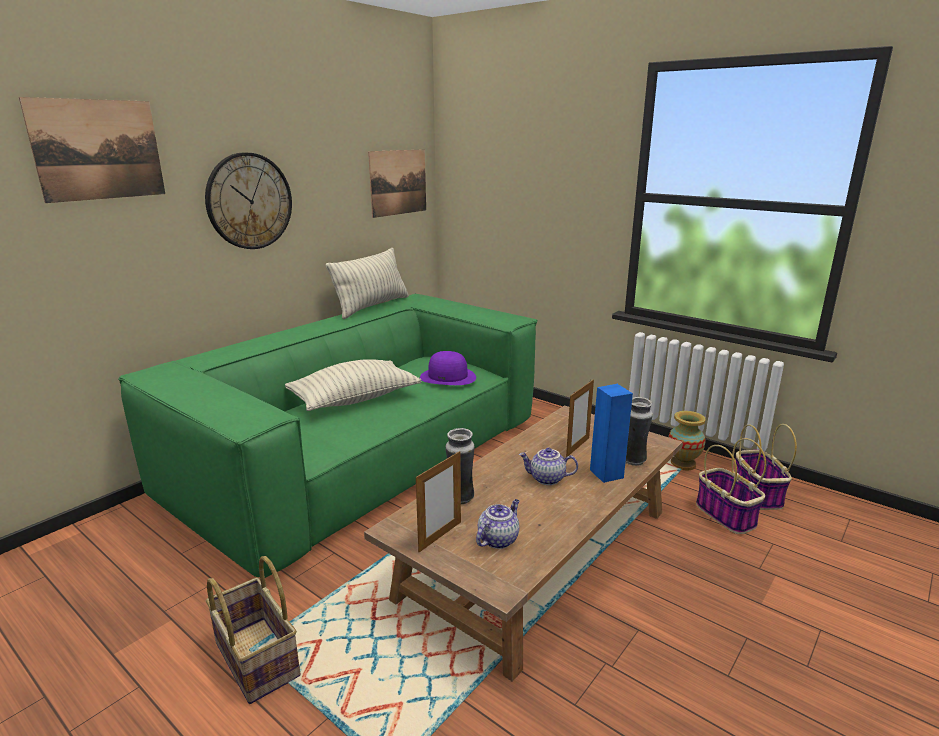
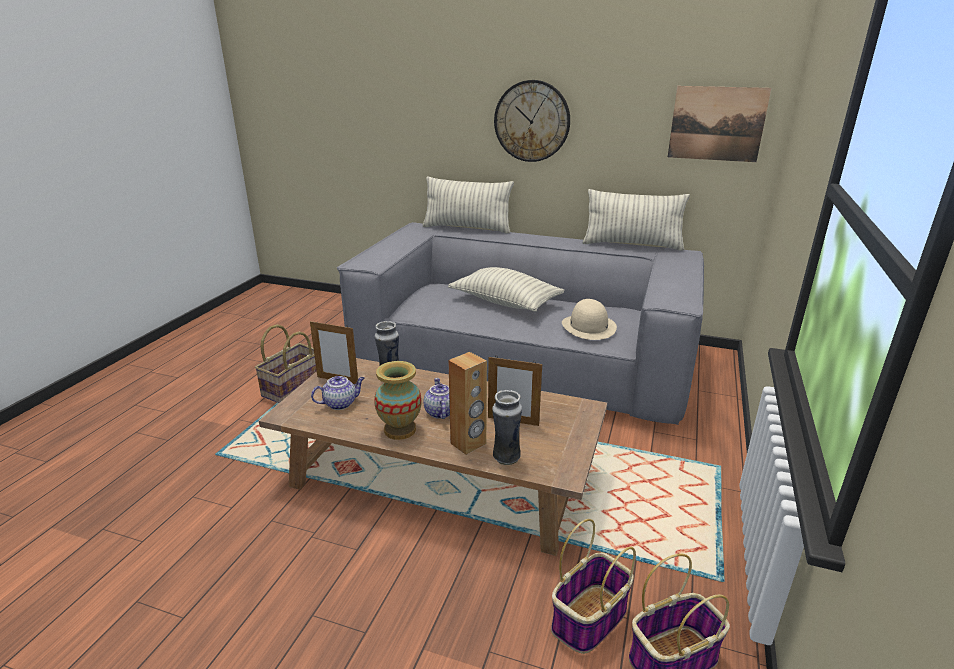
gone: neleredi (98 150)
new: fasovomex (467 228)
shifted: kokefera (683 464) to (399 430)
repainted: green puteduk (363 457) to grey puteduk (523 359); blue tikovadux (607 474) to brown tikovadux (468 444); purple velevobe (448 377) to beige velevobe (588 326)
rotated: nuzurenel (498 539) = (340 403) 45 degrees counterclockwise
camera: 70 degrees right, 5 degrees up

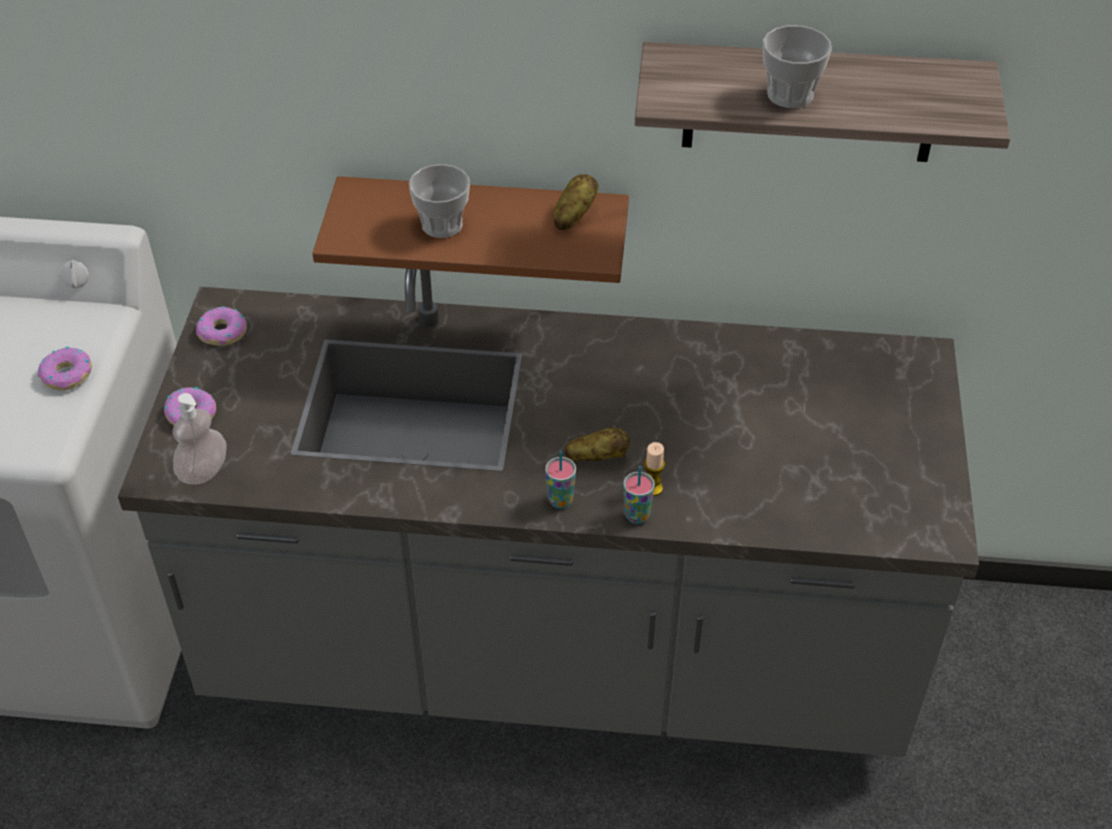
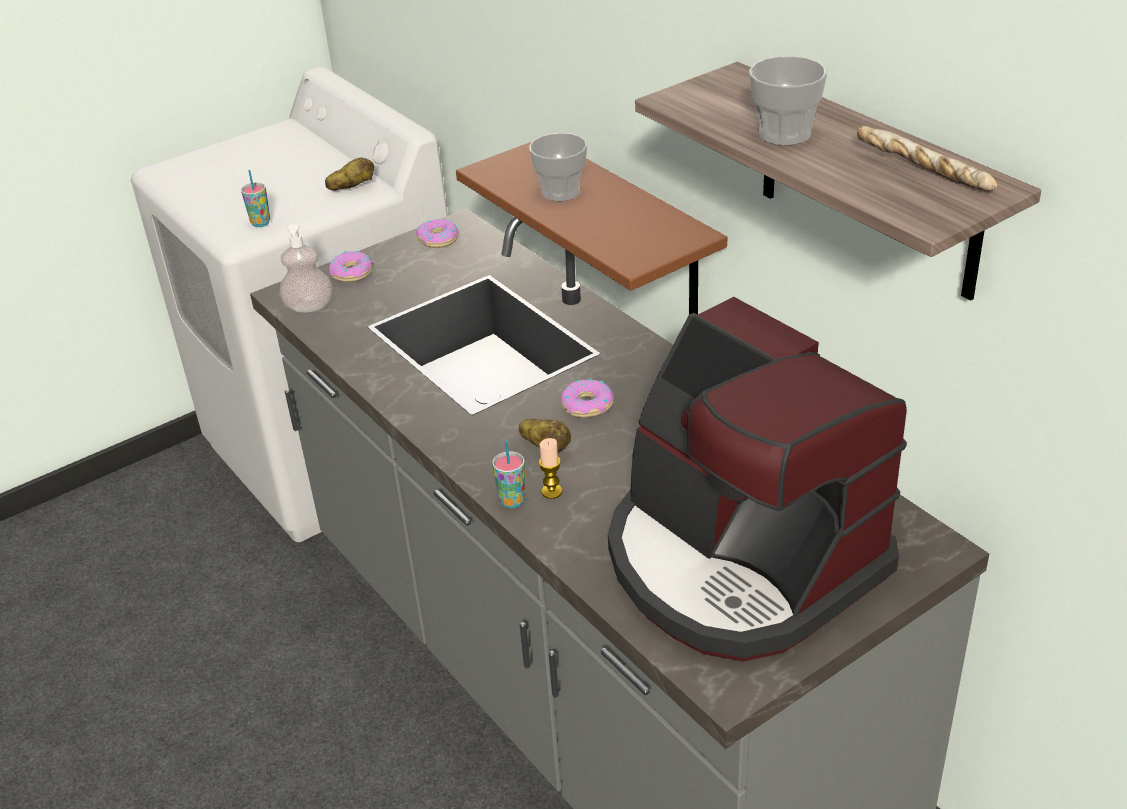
new: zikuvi (740 562); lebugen (923 173)
shifted: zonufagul (560 500) to (260 223); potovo (573 216) to (352 187); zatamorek (67 375) to (587 405)
camera: 50 degrees right, 10 degrees down

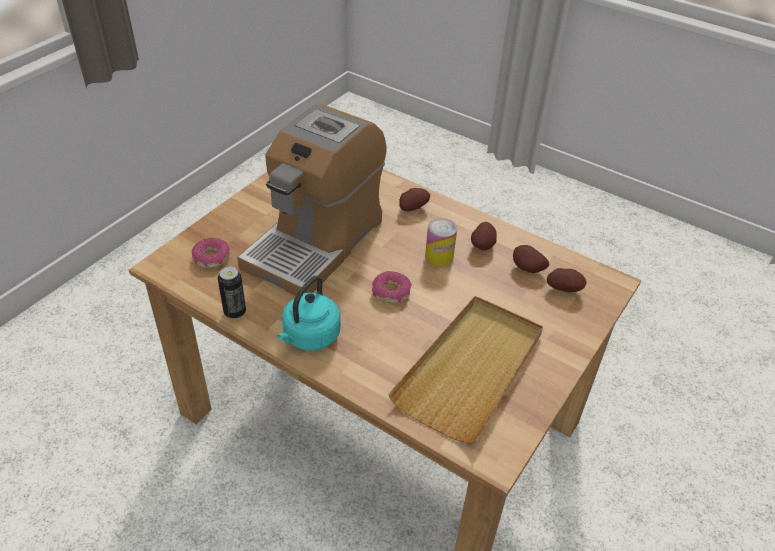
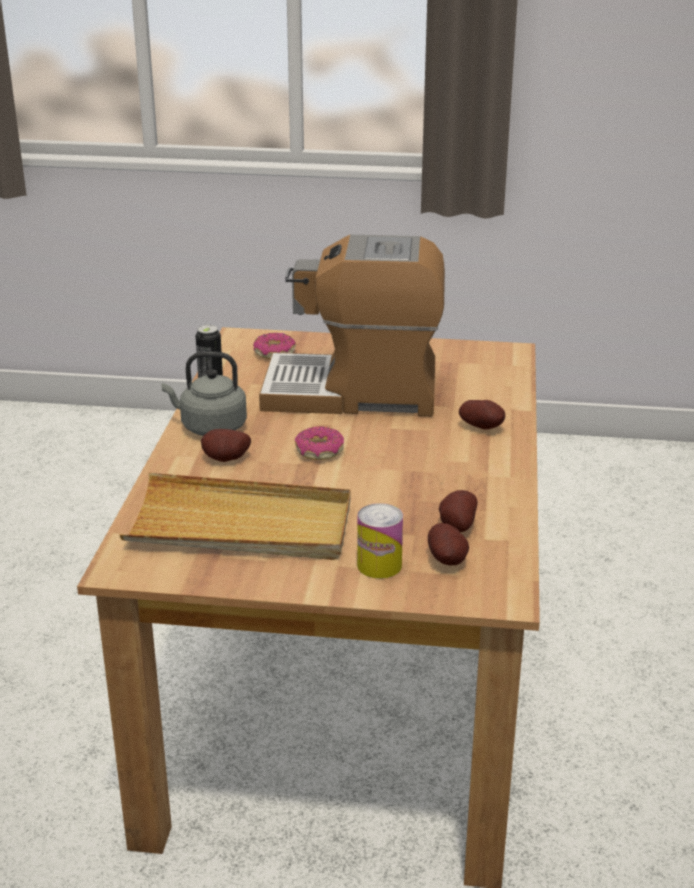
shifted: potovo (483 246) to (226 460); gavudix (439 256) to (379 565)
repainted: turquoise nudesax (309 337) to grey nudesax (210 427)
camera: 65 degrees right, 15 degrees down

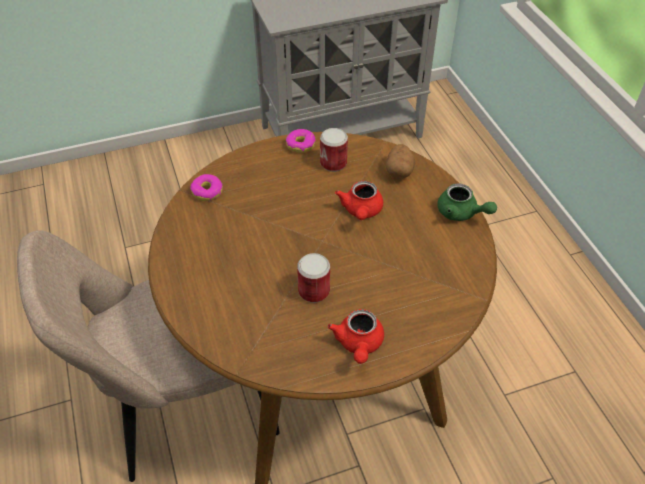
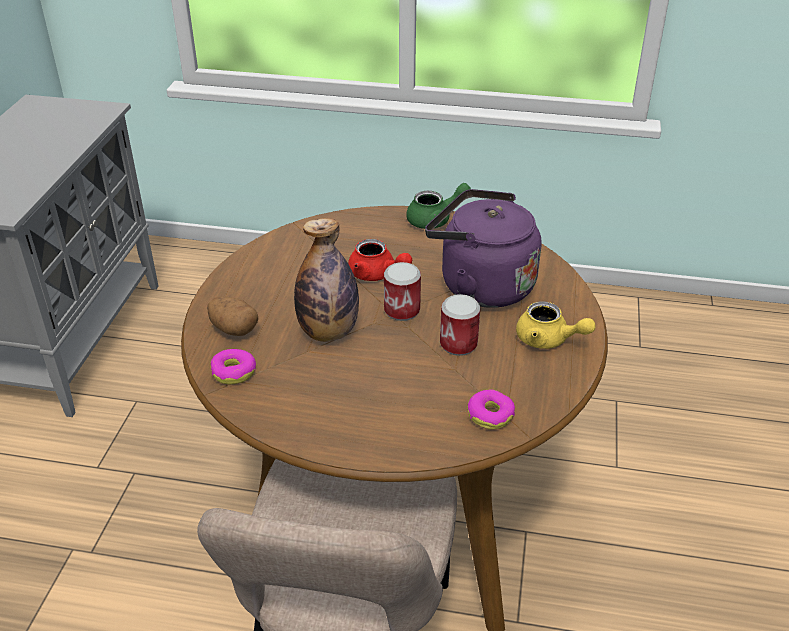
new: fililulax (328 332); purple nudesax (481 285)
shifted: potovo (399 171) to (234 329); gavudix (333 163) to (402 310); zatamorek (301 145) to (490 415)
repainted: red nuzurenel (358 344) to yellow nuzurenel (548 340)
camera: 60 degrees left, 10 degrees down

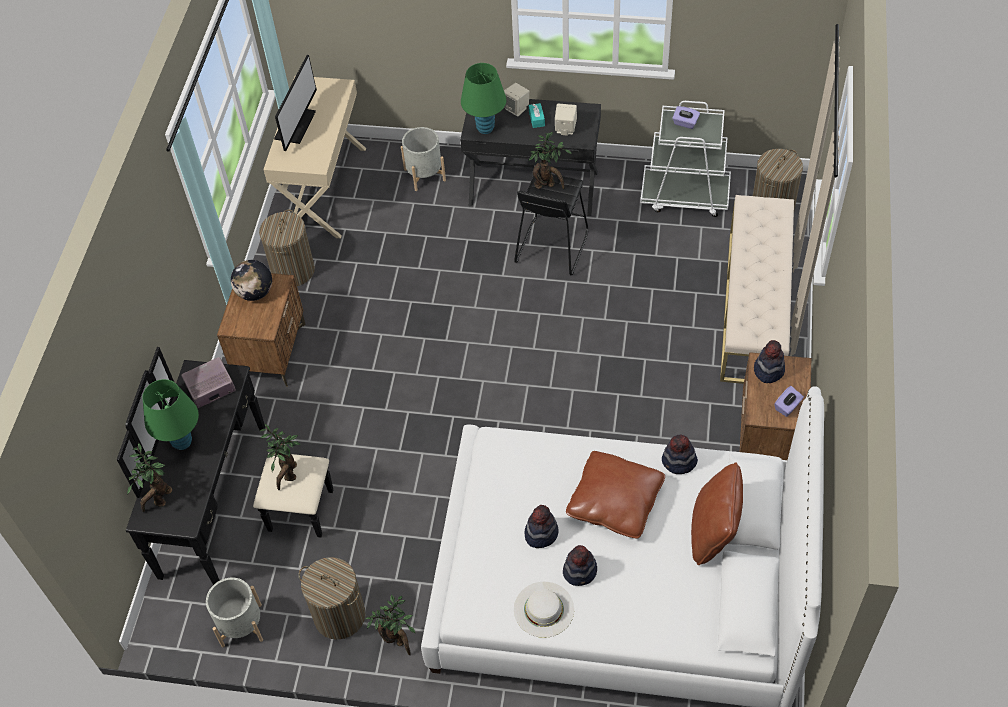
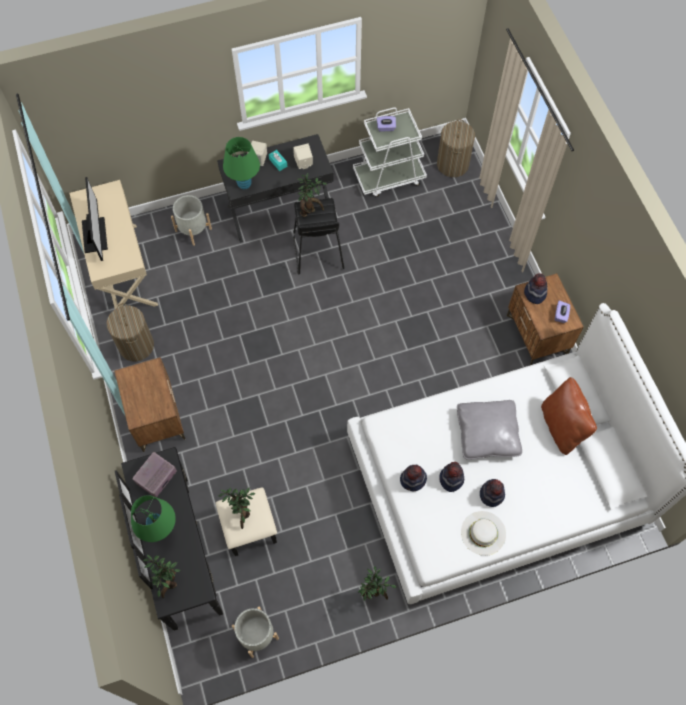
gone: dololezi (255 292); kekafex (339 615); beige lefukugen (754 307)
shifted: velevobe (679 462) to (413 480)
repainted: brown fasovomex (614 502) to grey fasovomex (487 433)
camera: 30 degrees left, 10 degrees up

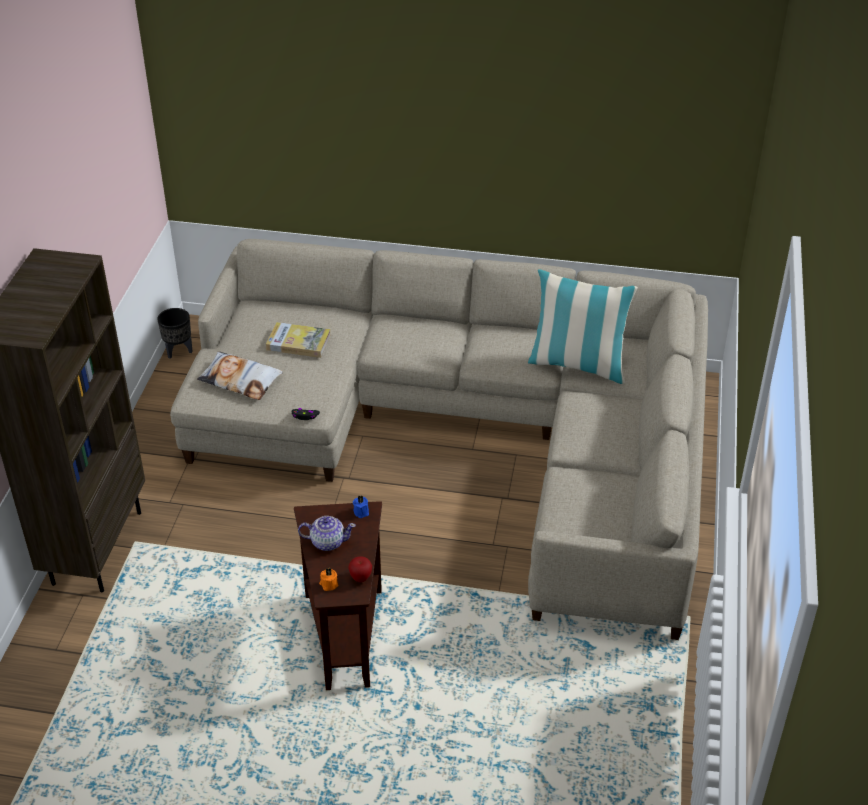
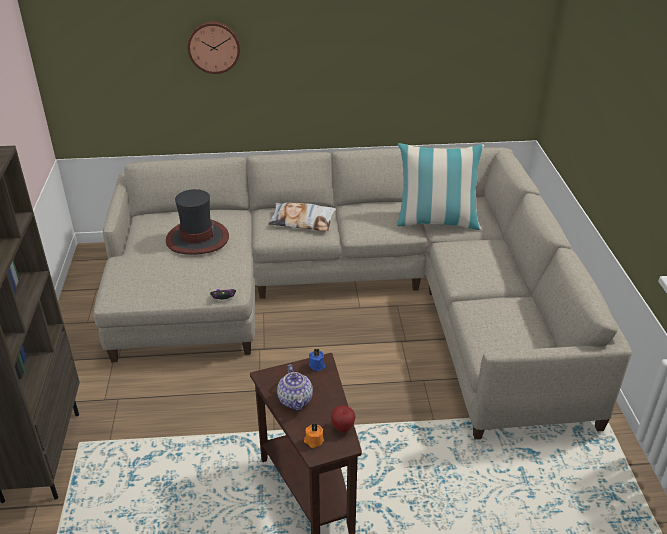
gone: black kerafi (179 351)
new: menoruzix (214 46)
shifted: fasovomex (240 380) to (302 221)
swapped: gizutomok (298 342) to velevobe (197 239)
rotated: nuzurenel (327 542) = (295 399) 90 degrees clockwise
camera: 15 degrees left, 5 degrees down

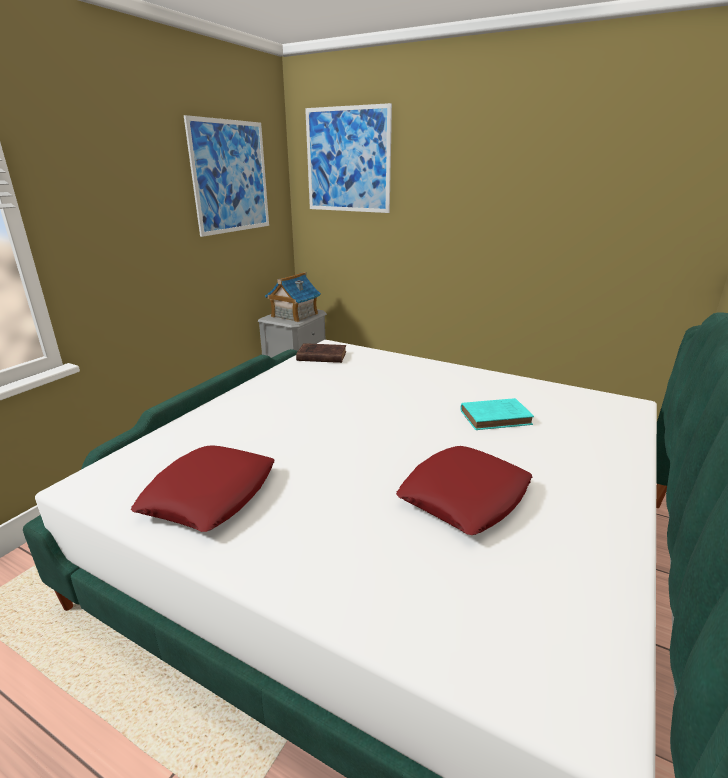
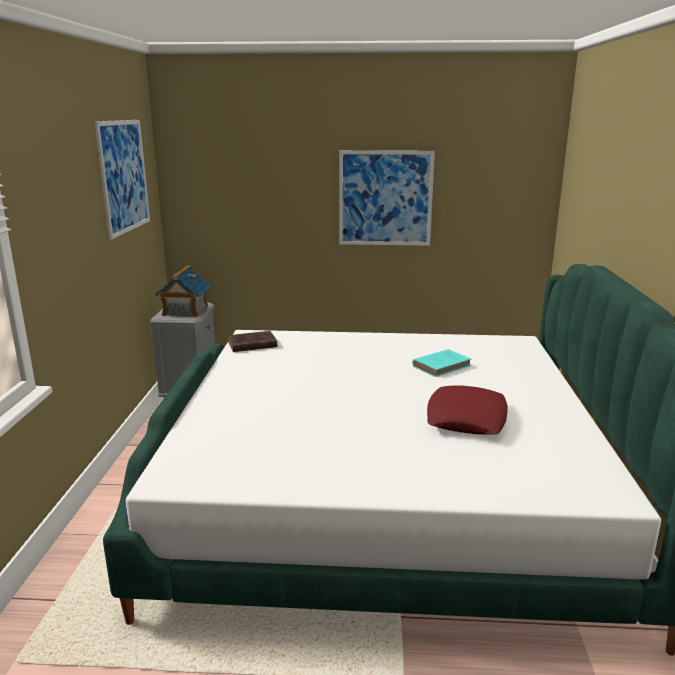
gone: red fasovomex (209 495)
shifted: neleredi (348 160) to (385 198)
camera: 25 degrees left, 5 degrees down

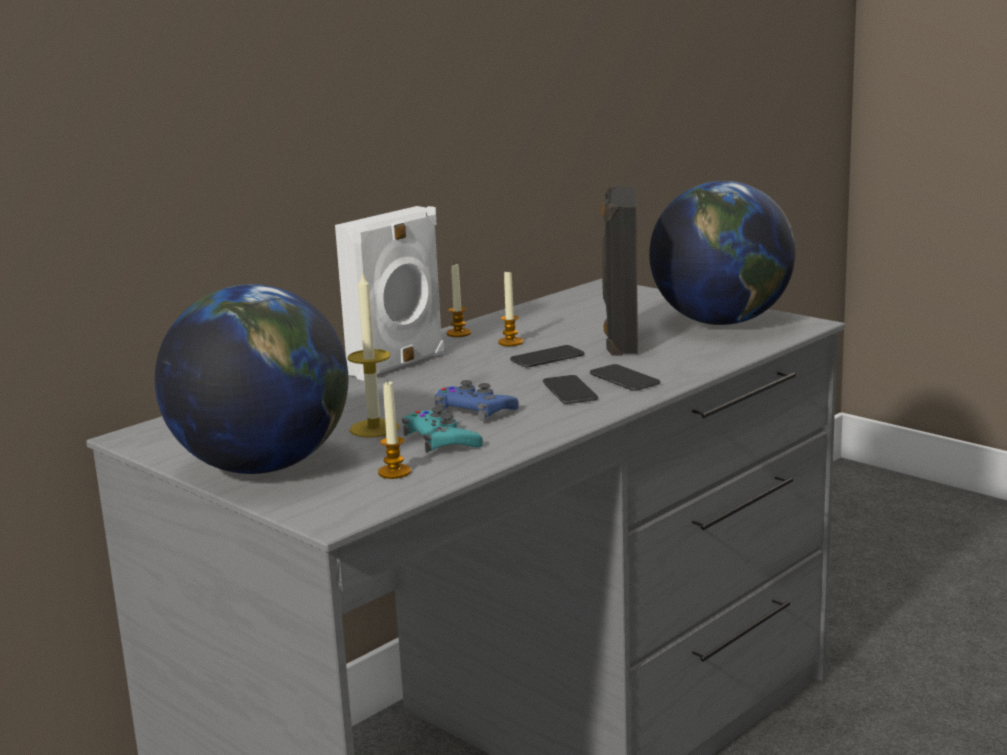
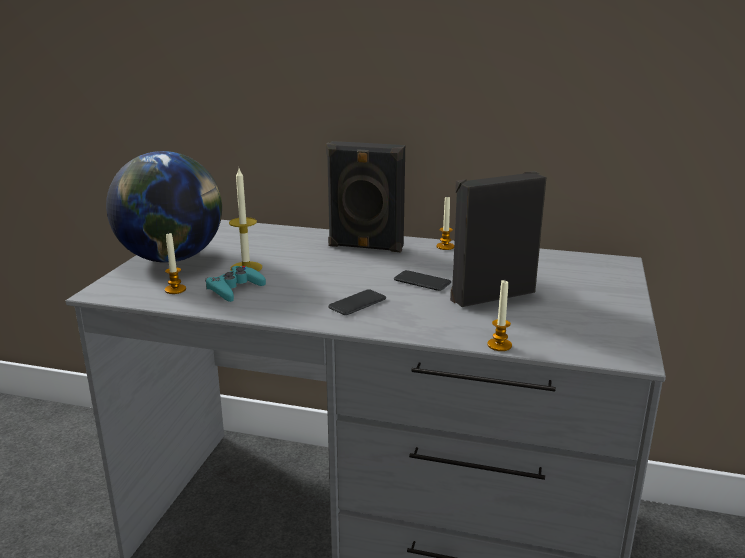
gone: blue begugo (474 411); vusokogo (624 379); dololezi (722 322)
shifted: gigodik (510 342) to (499 345)
repainted: white tikovadux (399 365) to black tikovadux (365 247)
camera: 60 degrees right, 5 degrees up

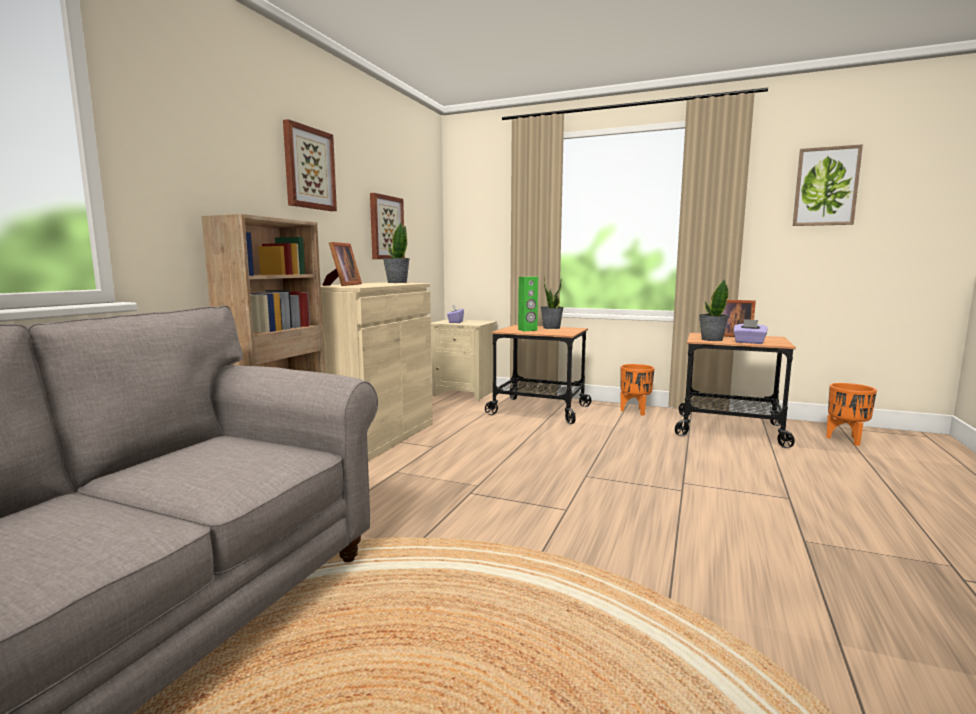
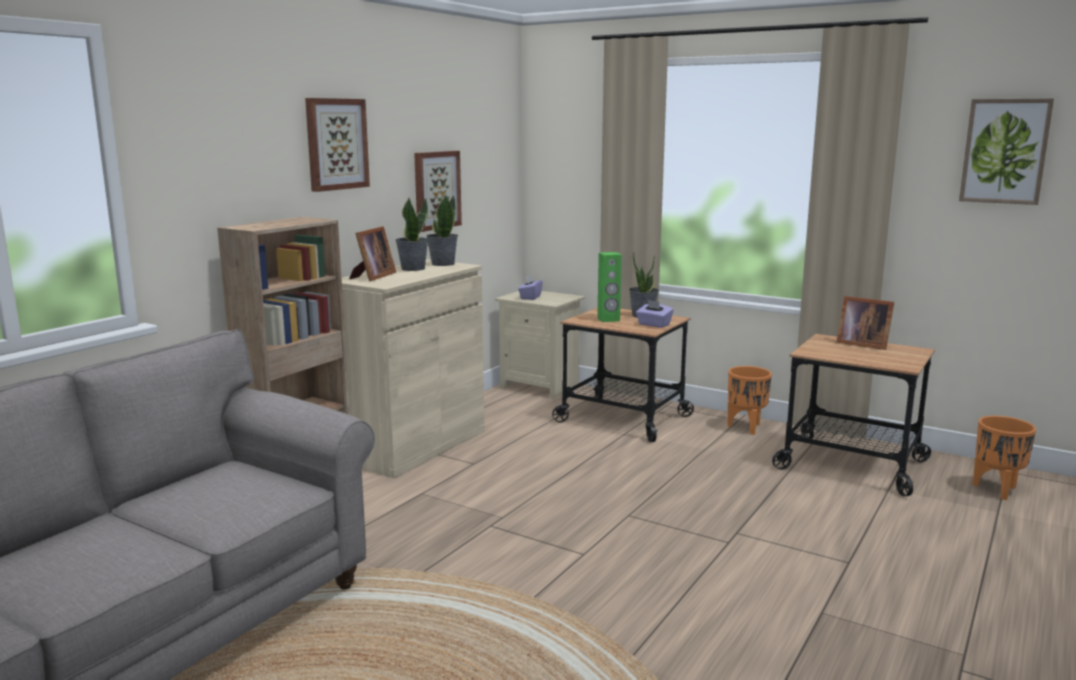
shifted: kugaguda (711 339) to (412 268); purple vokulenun (749 342) to (654 325)
camera: 10 degrees right, 5 degrees up

